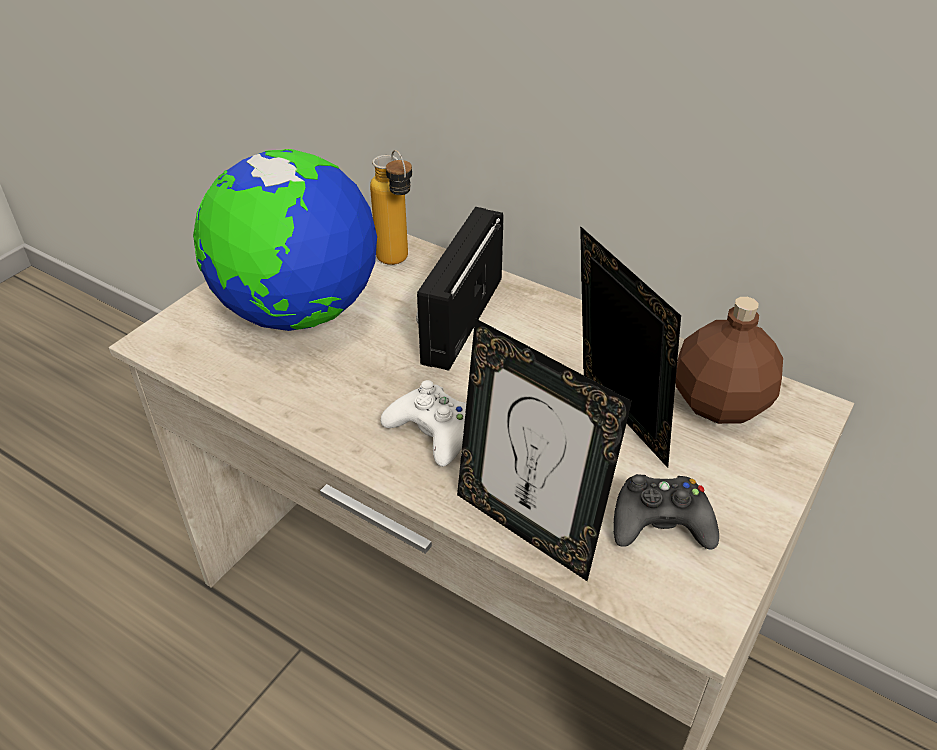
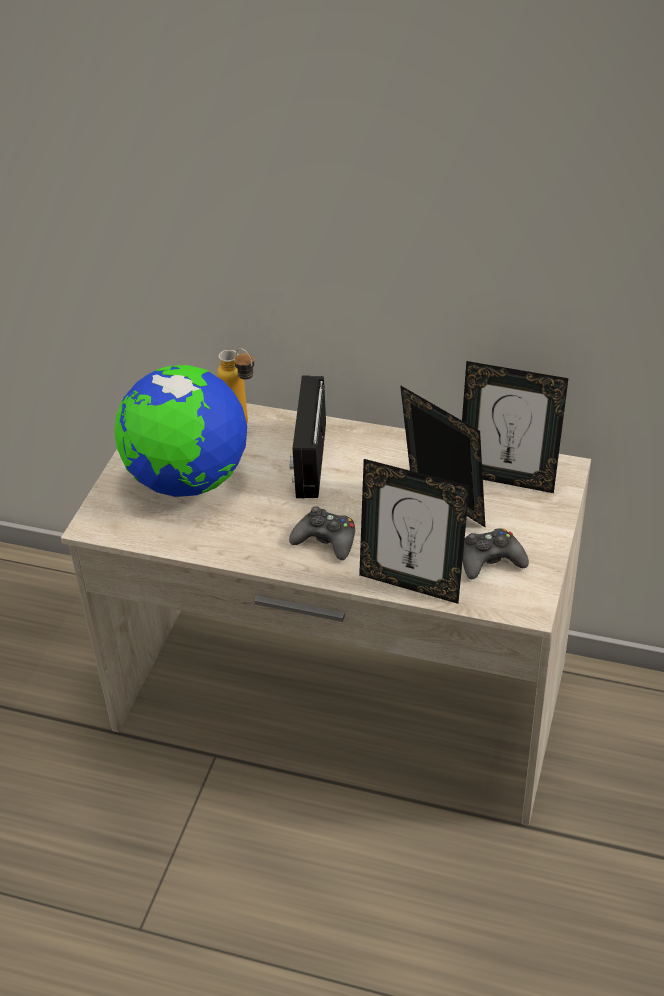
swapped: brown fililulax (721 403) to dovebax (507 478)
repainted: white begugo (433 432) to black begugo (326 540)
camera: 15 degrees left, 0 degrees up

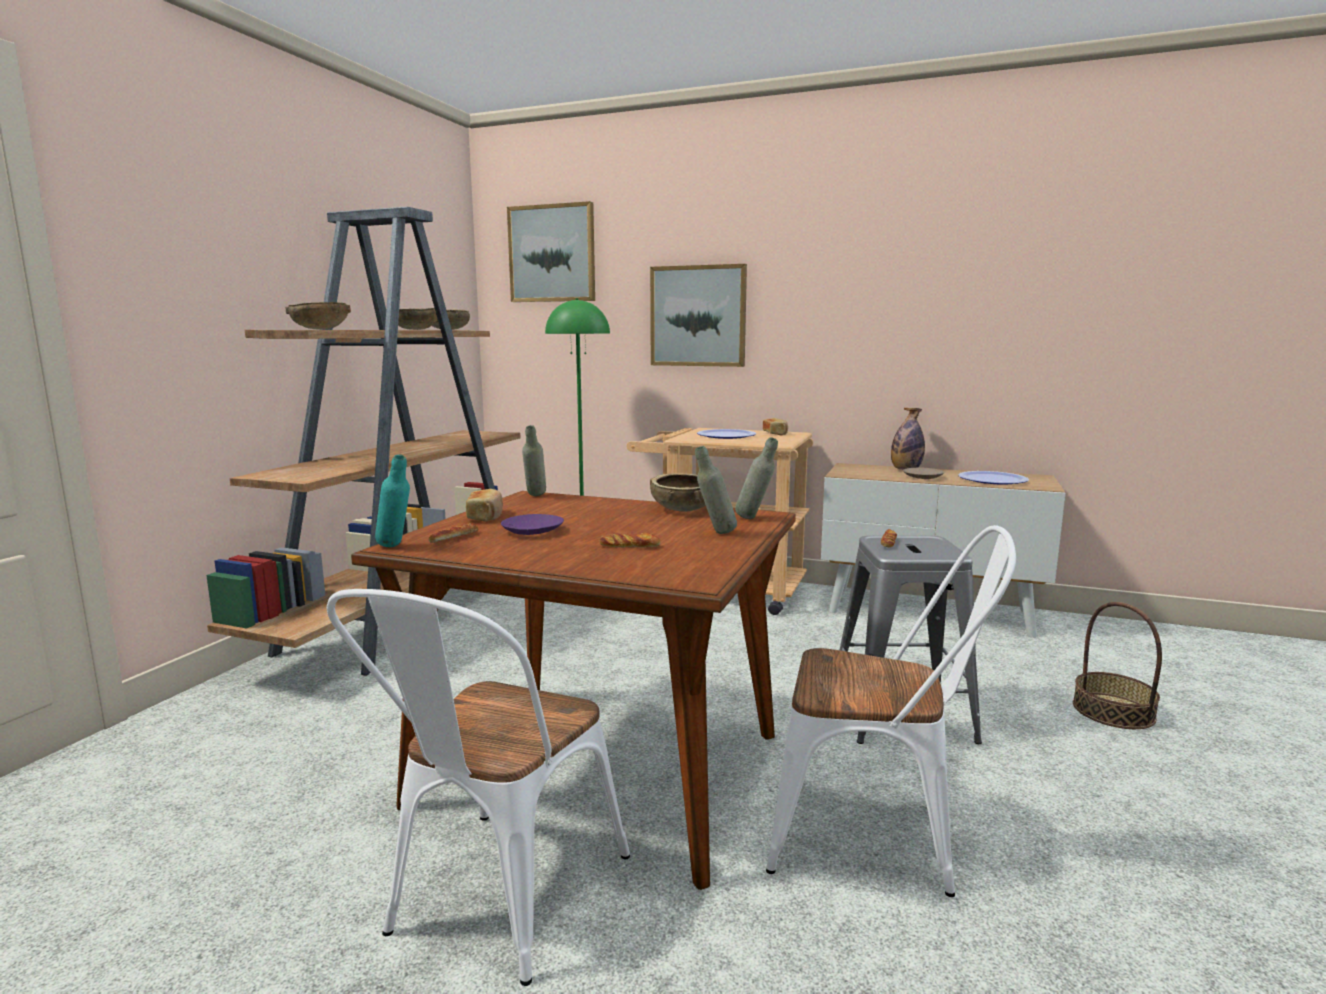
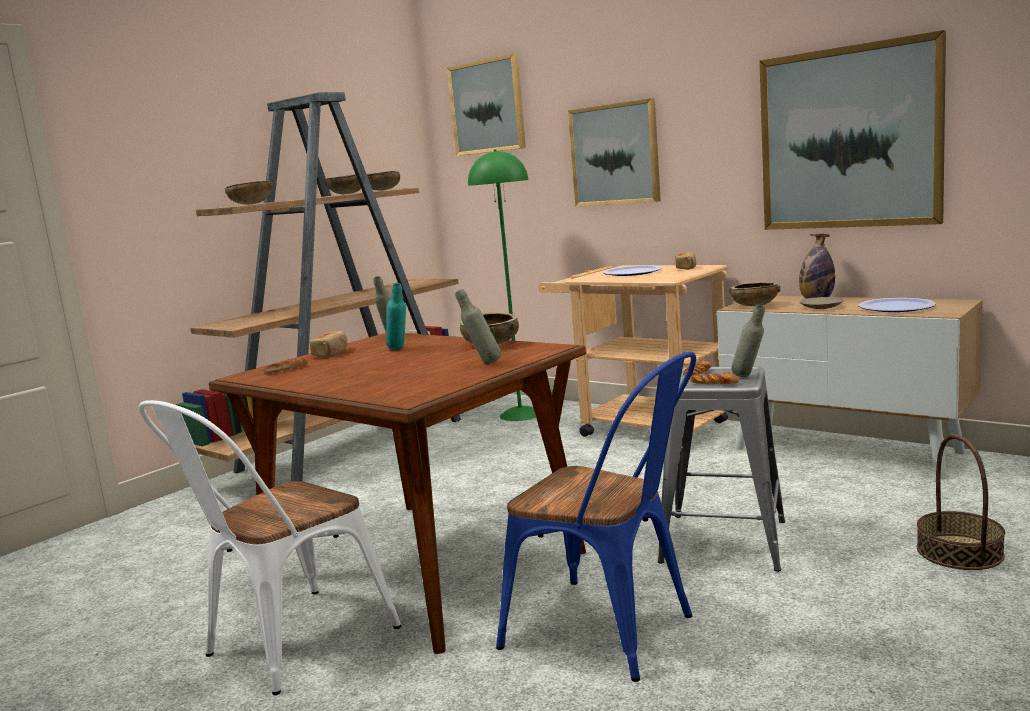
gone: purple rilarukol (532 531)
new: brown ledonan (755 305); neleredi (849 138)
shifted: turquoise fililulax (396 547) to (399 350); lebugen (629 546) to (714 383); grey fililulax (755 519) to (749 377)
repainted: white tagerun (878 835) to blue tagerun (612 632)
camera: 20 degrees right, 0 degrees up

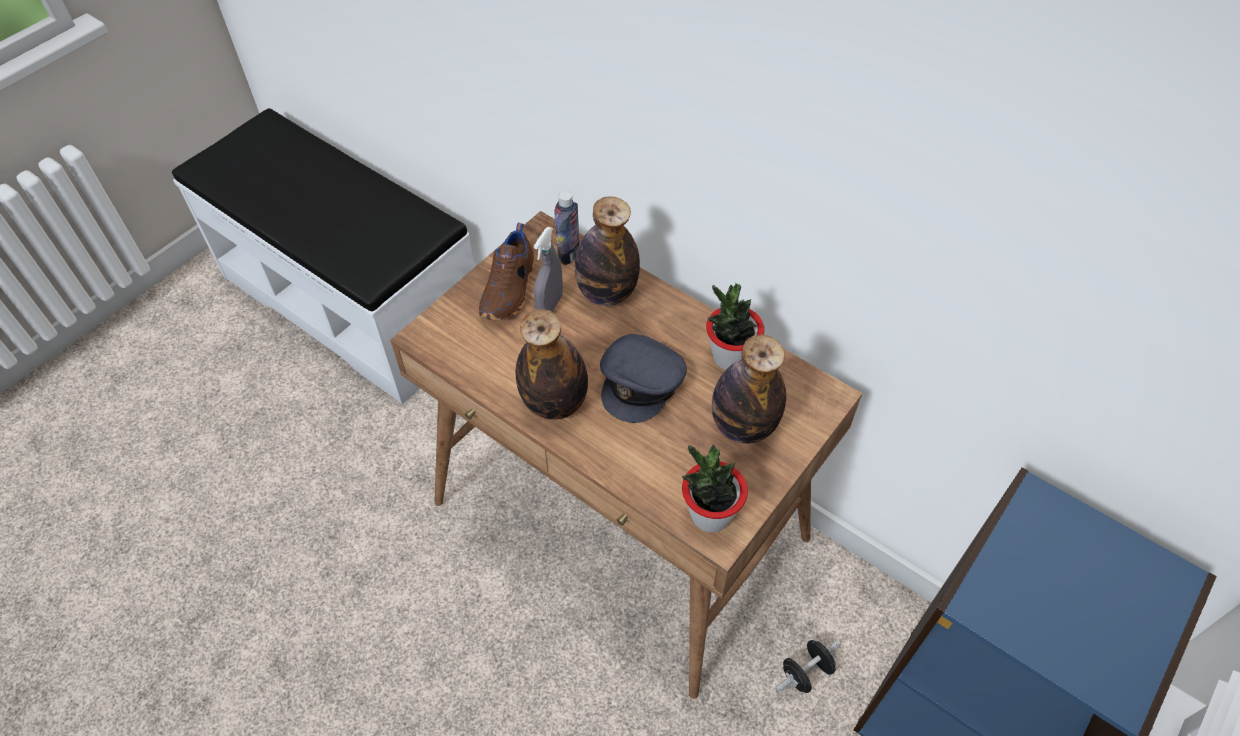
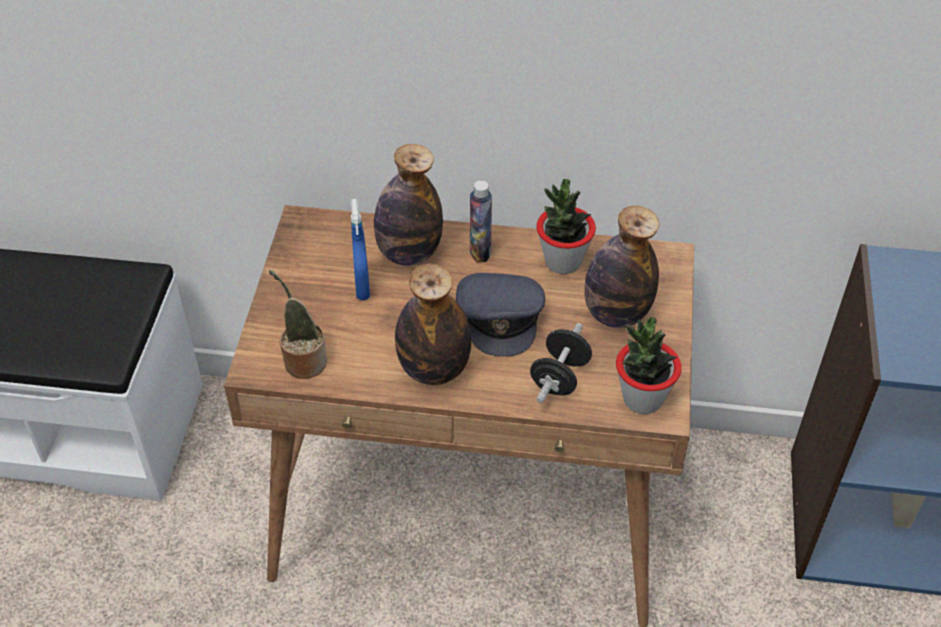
gone: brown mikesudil (510 290)
new: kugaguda (303 360)
shifted: fililulax (568 254) to (480 251); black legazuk (806 672) to (559 377)
repainted: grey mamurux (550 305) to blue mamurux (362 286)
camera: 30 degrees left, 5 degrees down

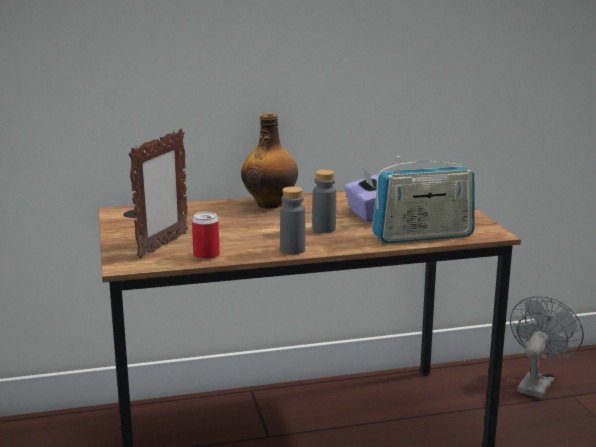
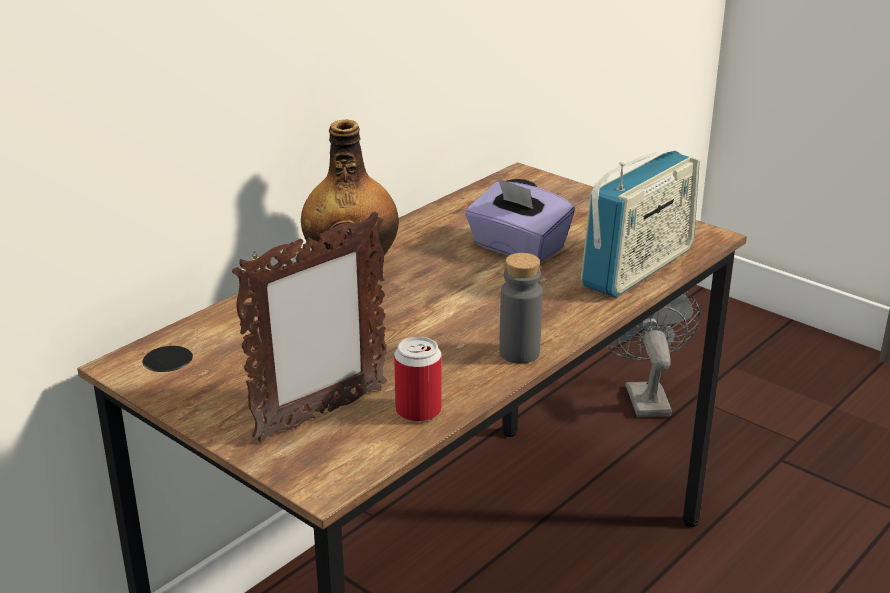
gone: grey fililulax (324 229)
rotated: dovebax (162 245) = (320 414) 60 degrees clockwise
camera: 35 degrees left, 10 degrees up

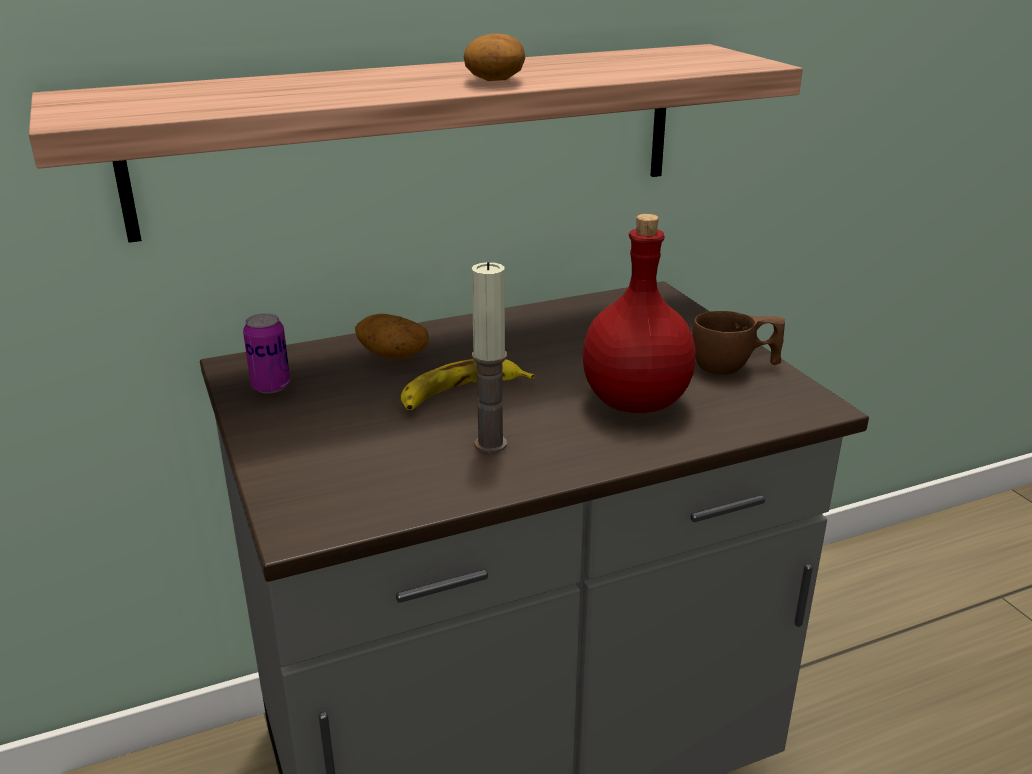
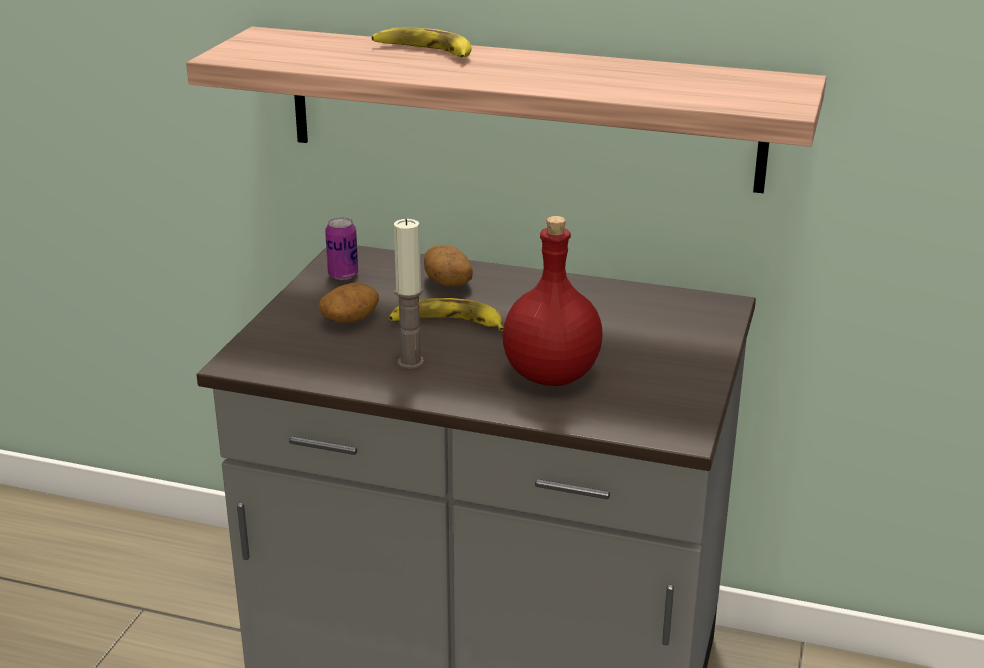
gone: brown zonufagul (734 366)
new: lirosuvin (424 51)
shifted: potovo (494 81) to (350 319)
camera: 40 degrees right, 0 degrees up

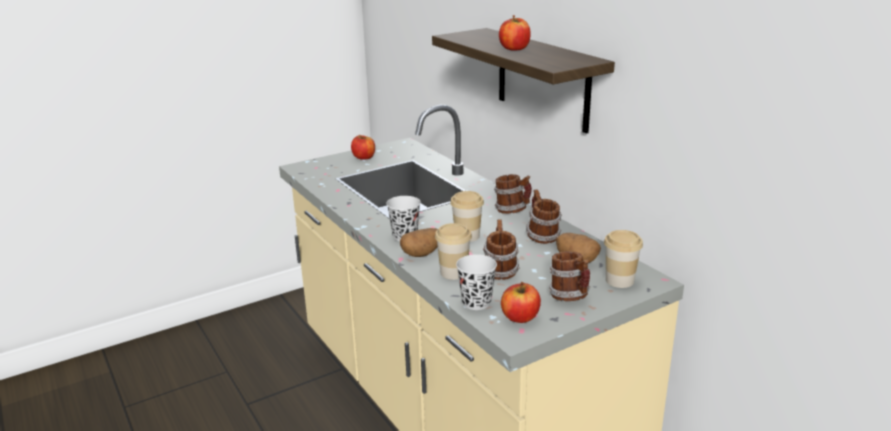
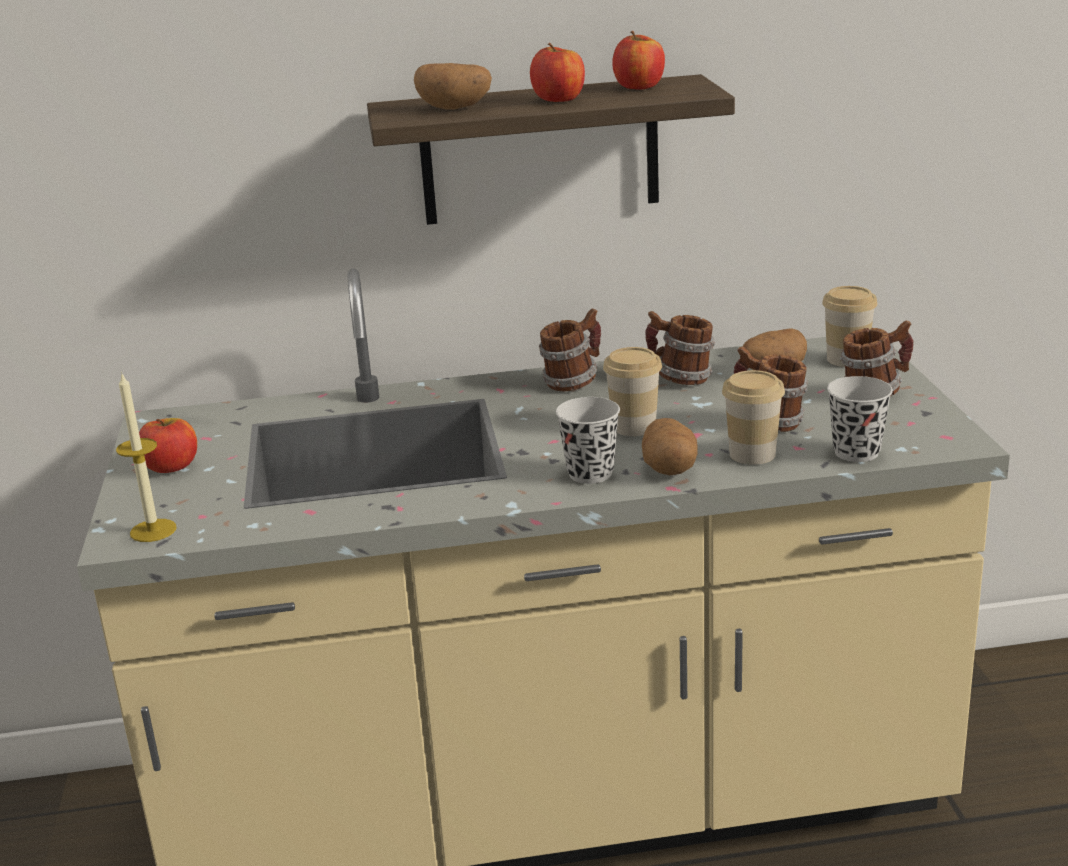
new: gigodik (153 530); potovo (455 108)
shifted: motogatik (520 317) to (639 87)
camera: 65 degrees left, 0 degrees up

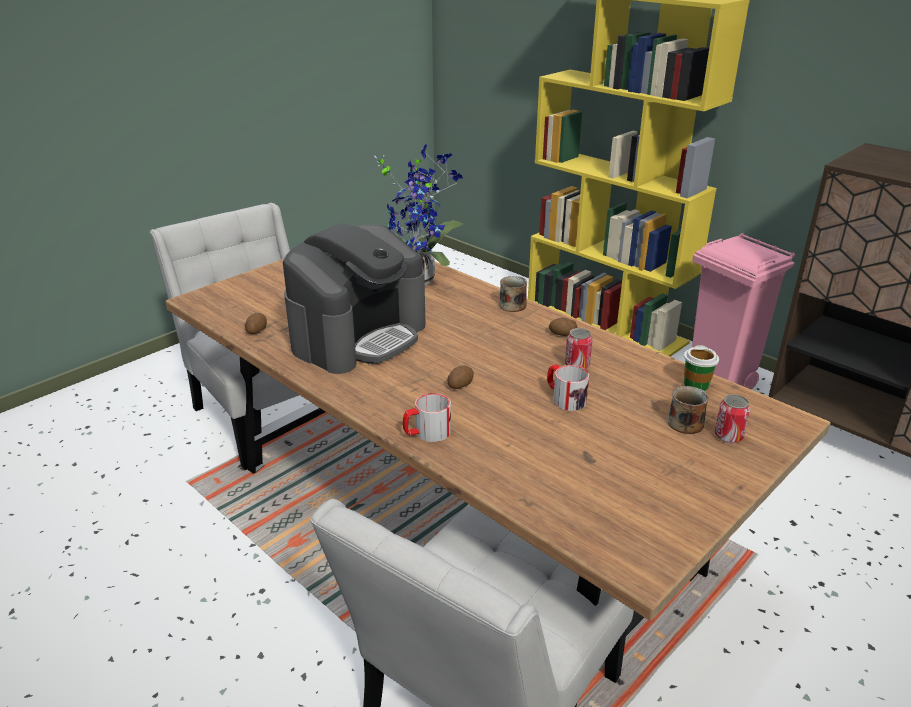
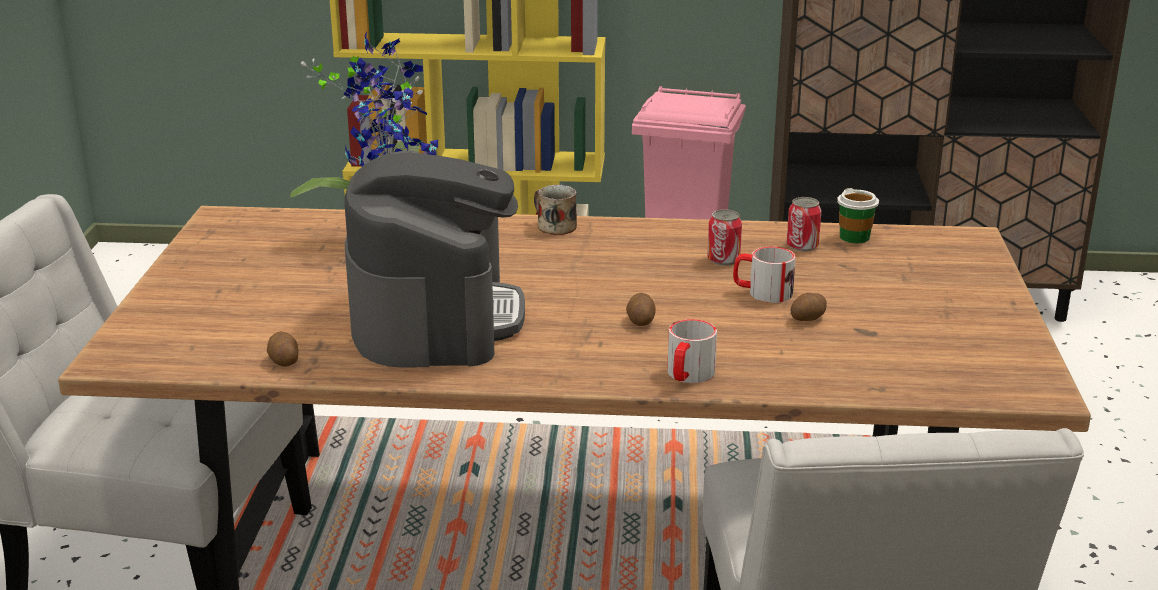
gone: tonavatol (686 422)
shifted: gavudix (728 436) to (802 246); potovo (562 334) to (808 319)
camera: 40 degrees left, 5 degrees down

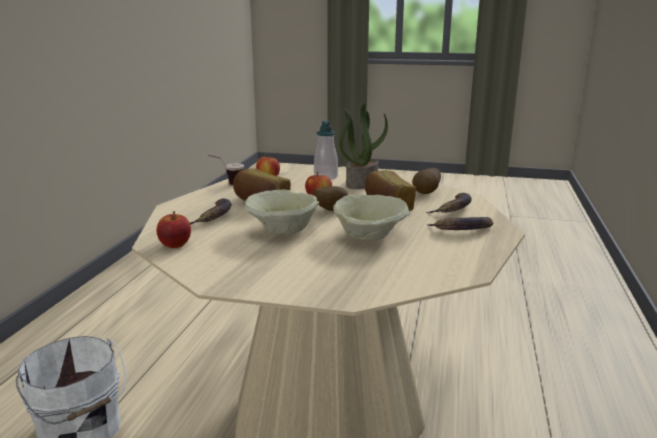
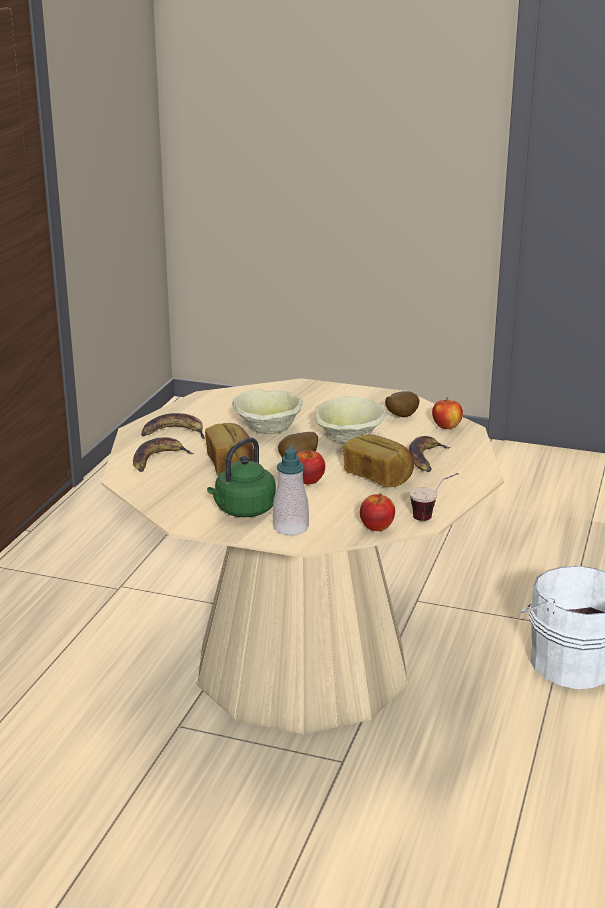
shifted: potovo (427 193) to (400 417)
swapped: kugaguda (361 183) to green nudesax (243 510)
camera: 175 degrees left, 5 degrees up

